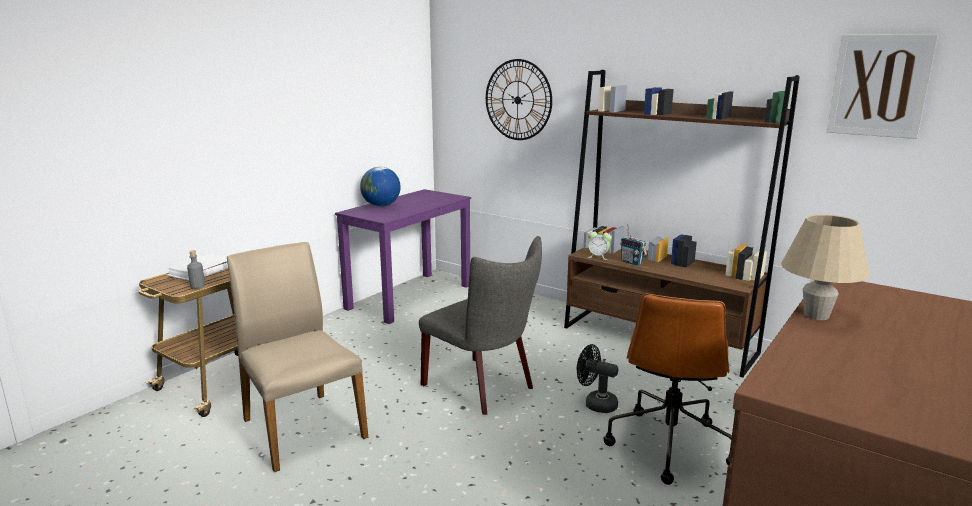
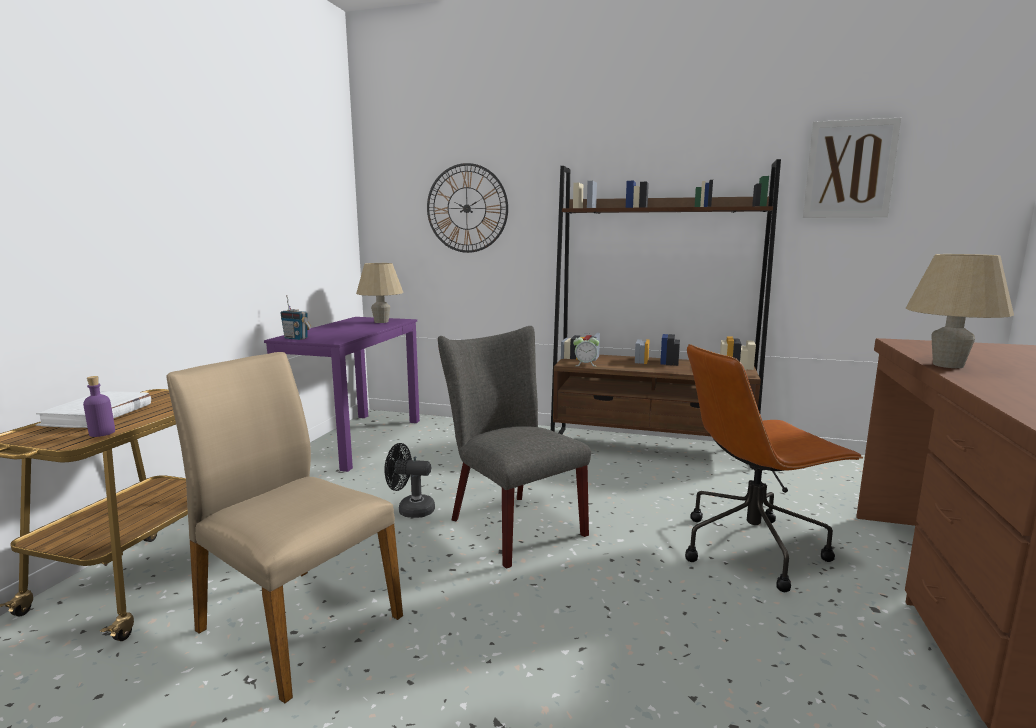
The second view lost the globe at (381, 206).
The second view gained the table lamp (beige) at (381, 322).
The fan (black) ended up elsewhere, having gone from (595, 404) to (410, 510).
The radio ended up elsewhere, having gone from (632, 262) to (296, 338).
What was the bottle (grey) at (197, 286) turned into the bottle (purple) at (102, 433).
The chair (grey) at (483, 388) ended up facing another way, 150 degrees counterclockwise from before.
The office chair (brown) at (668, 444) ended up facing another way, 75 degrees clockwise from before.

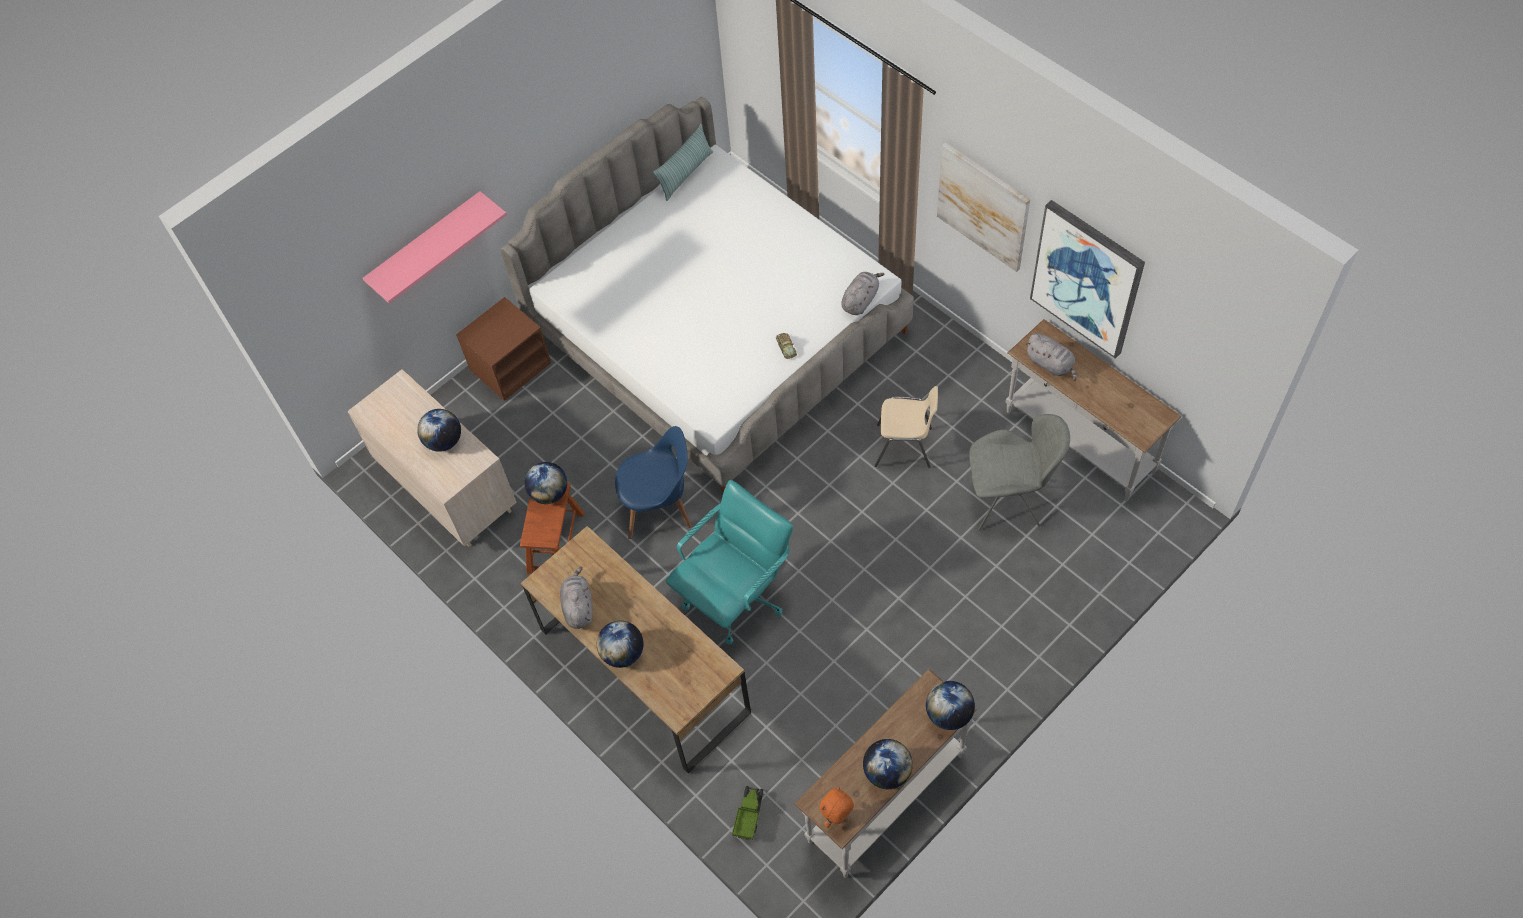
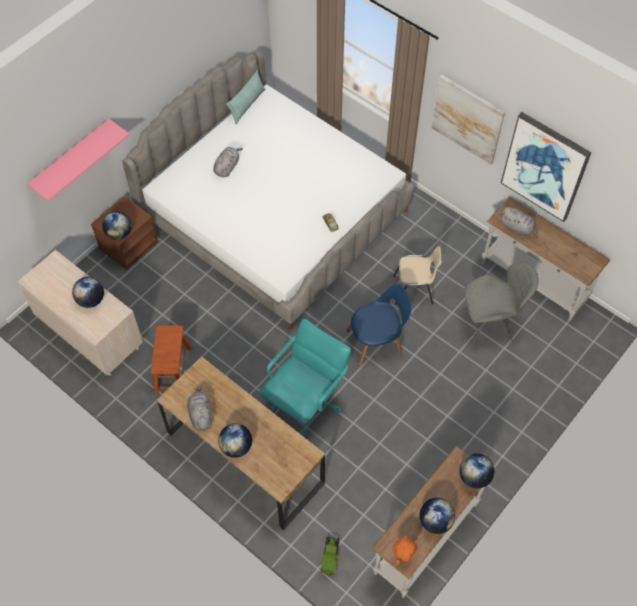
The globe ended up elsewhere, having gone from (549, 493) to (119, 234).
The chair (blue) ended up elsewhere, having gone from (659, 506) to (377, 342).
The plush toy (grey) ended up elsewhere, having gone from (860, 300) to (227, 167).

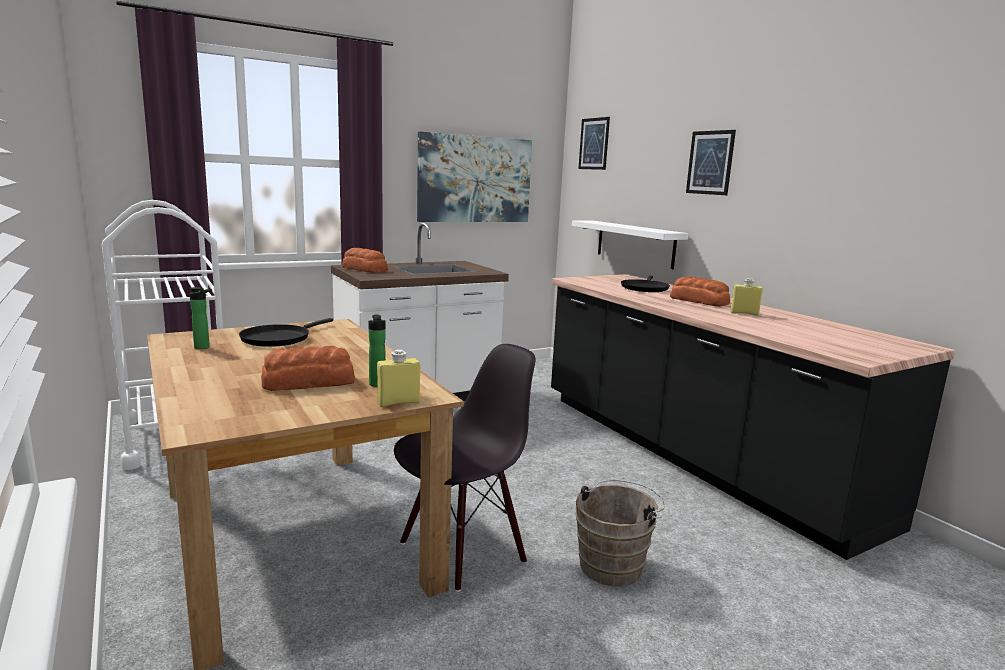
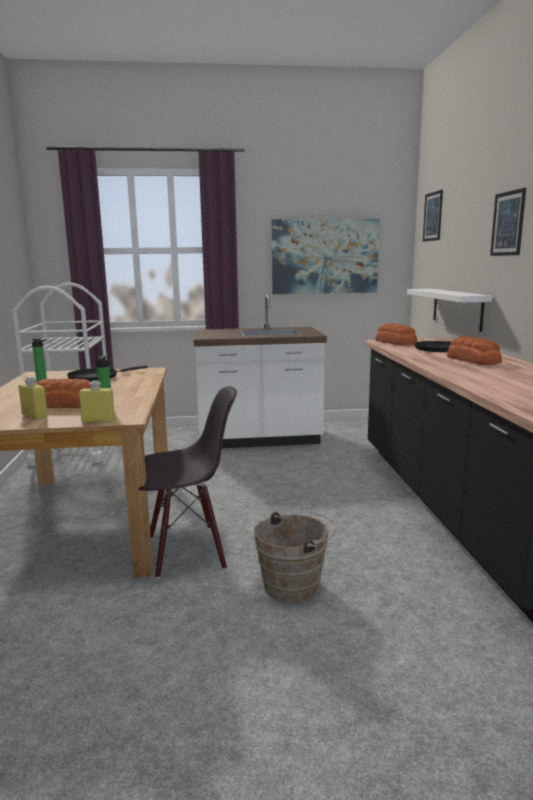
The bread ended up elsewhere, having gone from (365, 269) to (396, 343).
The bottle (yellow) ended up elsewhere, having gone from (744, 313) to (35, 416).

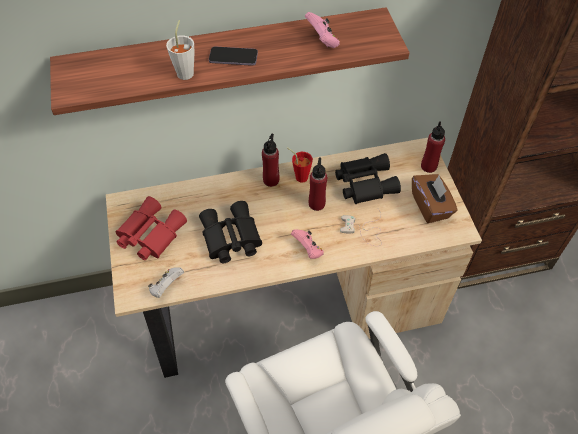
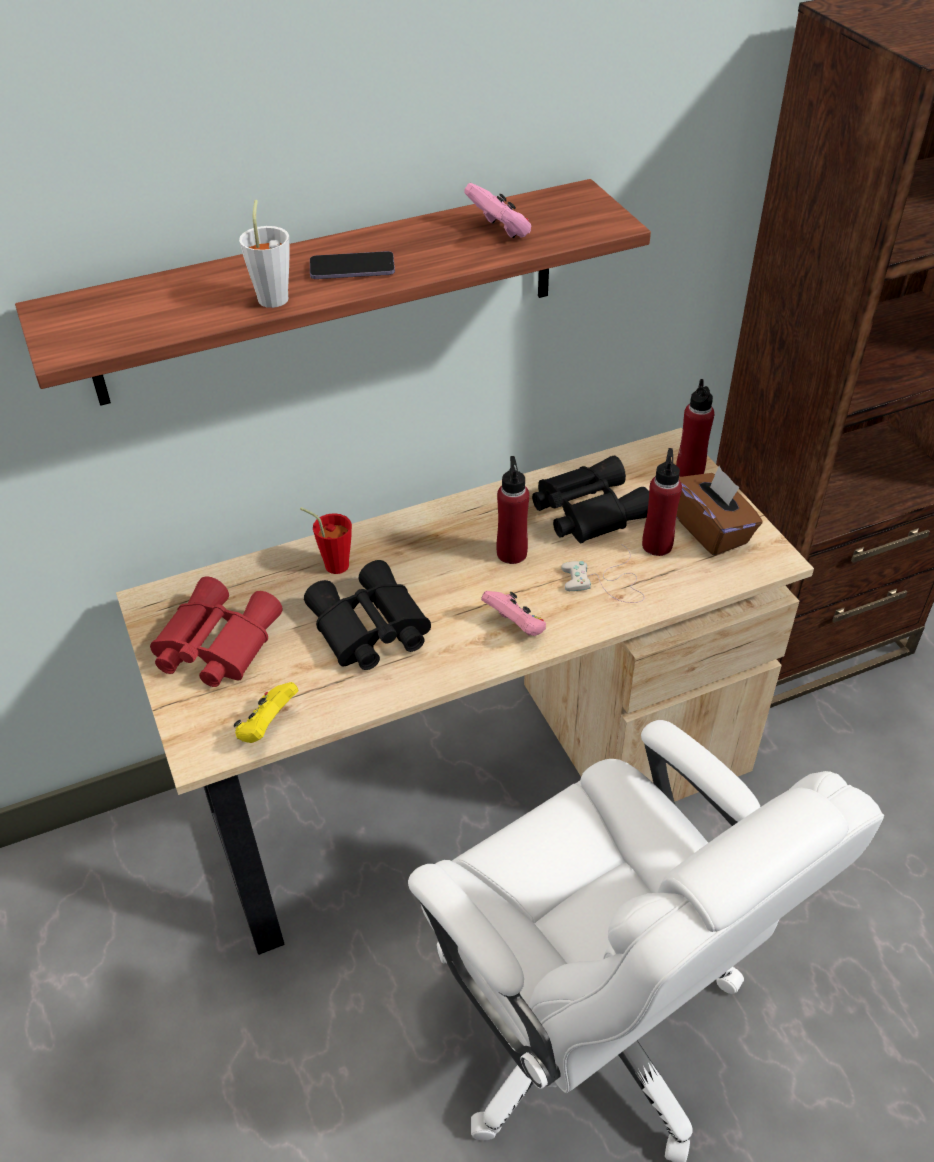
The bottle (red) ended up elsewhere, having gone from (271, 180) to (657, 545).
The cup (red) ended up elsewhere, having gone from (299, 175) to (332, 563).
What was the game controller (white) at (166, 287) turned into the game controller (yellow) at (267, 727).

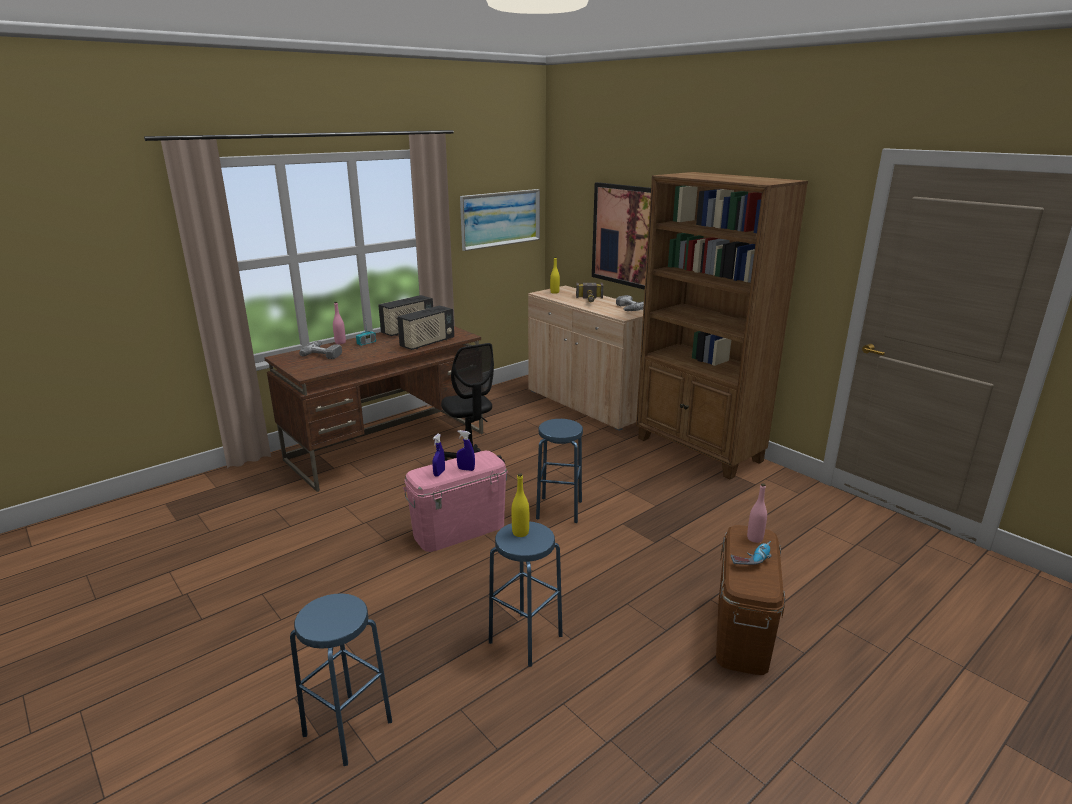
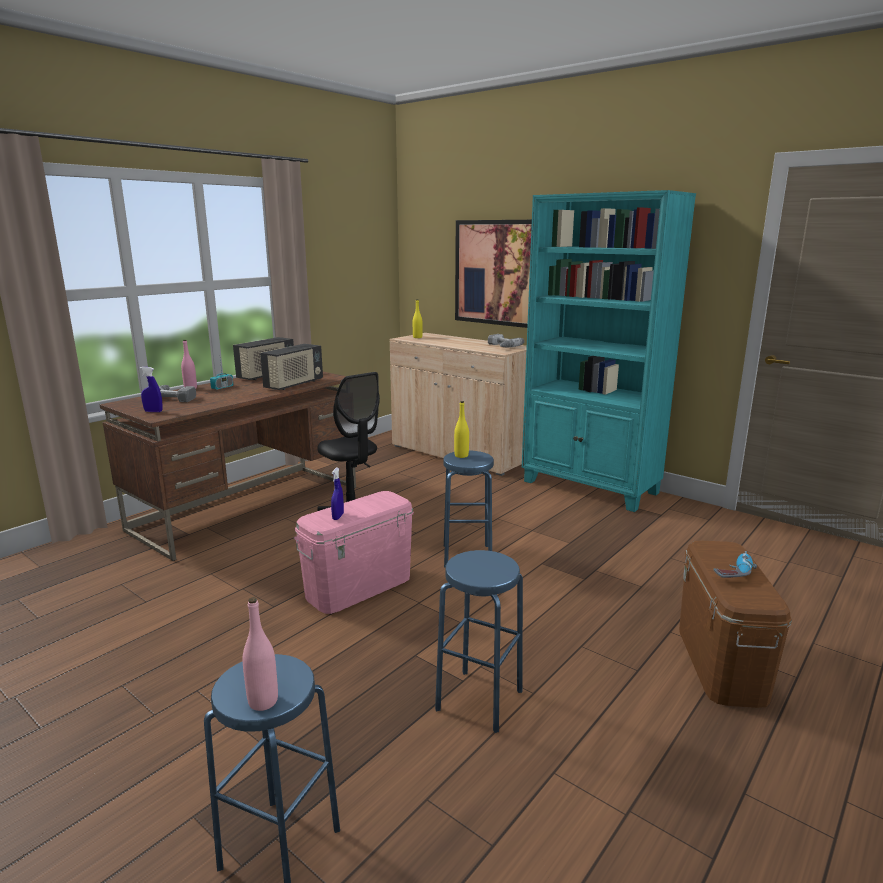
The second view lost the picture at (500, 218).
The second view lost the hammer at (590, 301).
The spray bottle (blue) ended up elsewhere, having gone from (466, 469) to (153, 411).
The bottle (yellow) ended up elsewhere, having gone from (520, 533) to (461, 455).
The bottle (pink) ended up elsewhere, having gone from (755, 538) to (263, 701).
What was the bookcase (brown) at (698, 450) turned into the bookcase (turquoise) at (590, 488).

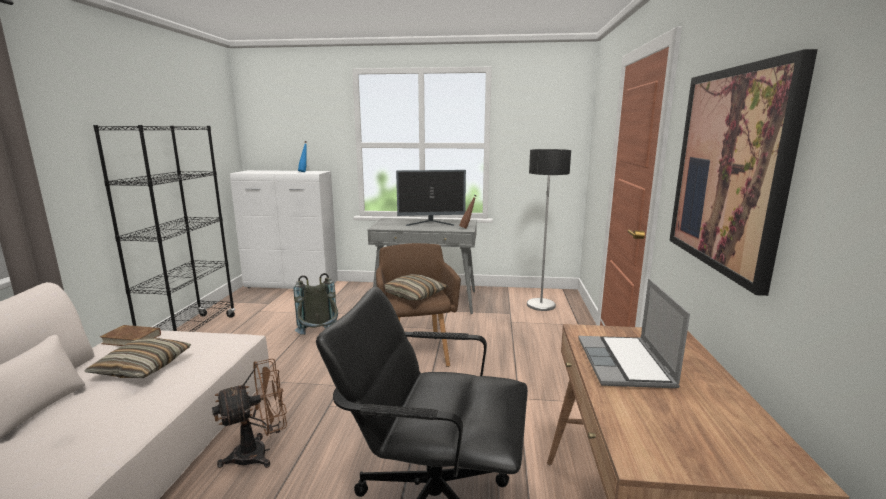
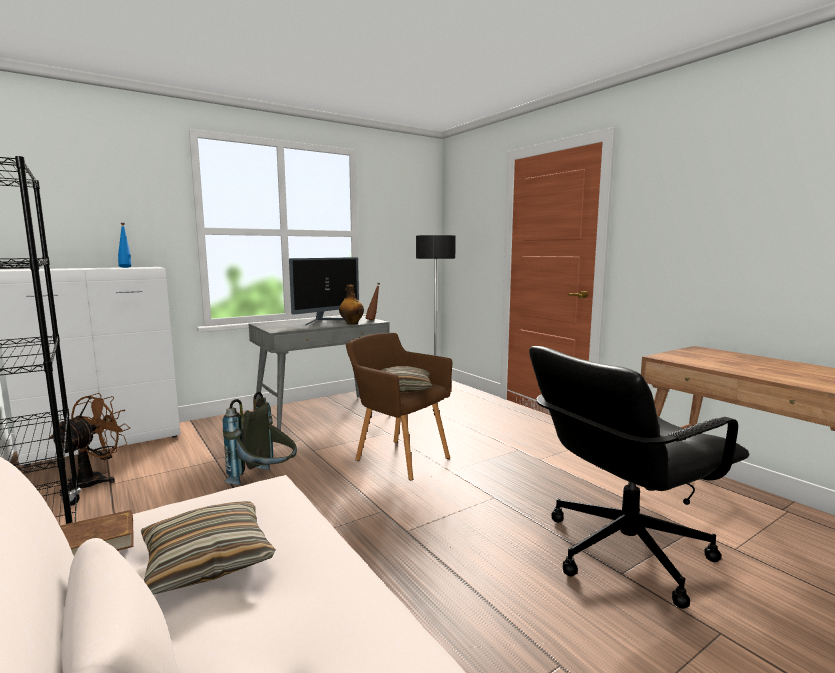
The second view lost the laptop at (626, 364).
The second view lost the picture at (729, 170).
The second view gained the bottle at (351, 323).
The fan (brown) ended up elsewhere, having gone from (259, 453) to (94, 480).

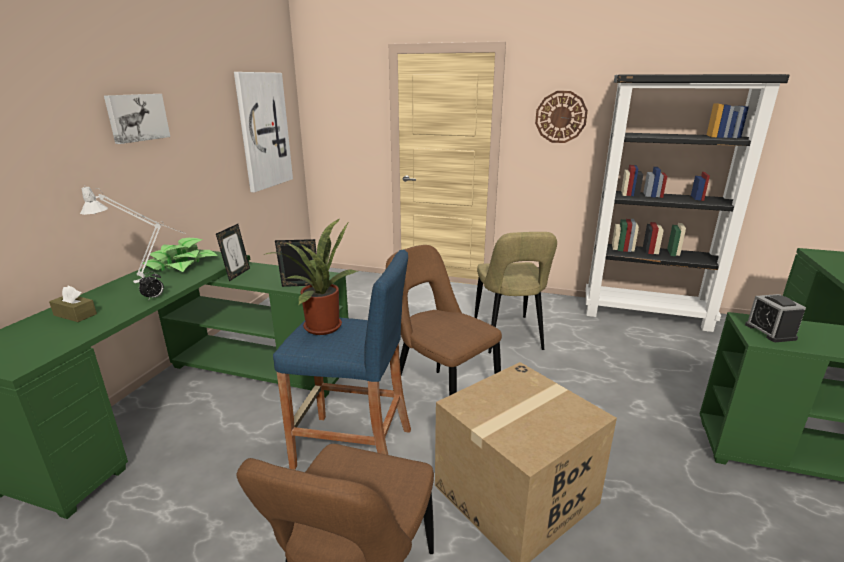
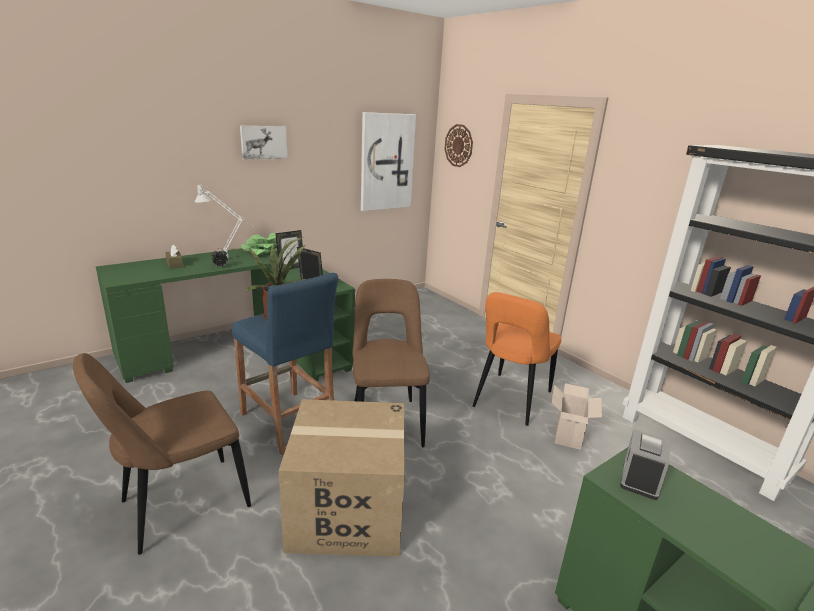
The second view gained the cardboard box at (569, 437).
The wall clock ended up elsewhere, having gone from (561, 117) to (458, 145).
What was the chair (beige) at (508, 336) turned into the chair (orange) at (510, 401).

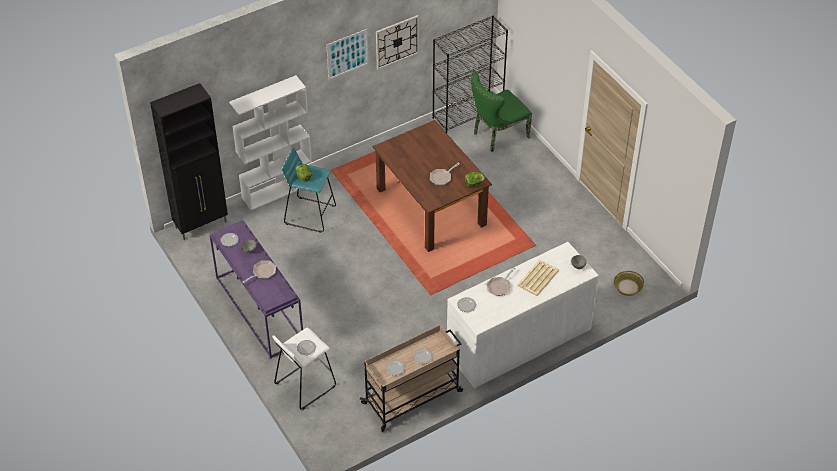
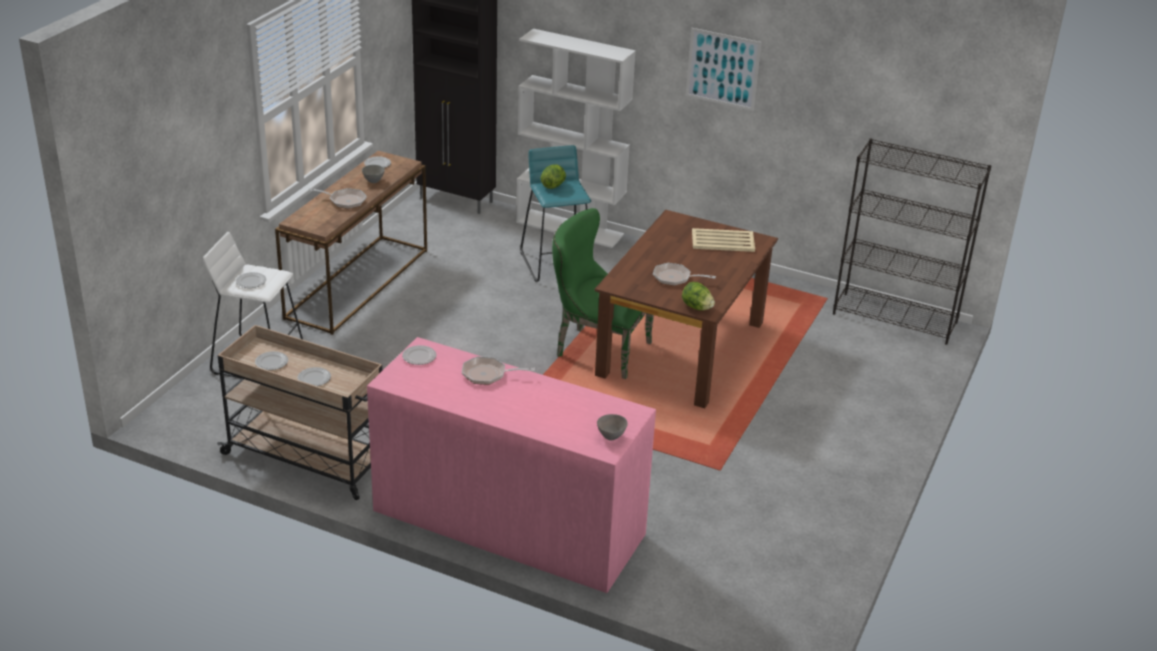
The second view lost the wall clock at (397, 41).
The second view lost the basket at (627, 287).
The chair (green) ended up elsewhere, having gone from (497, 135) to (596, 350).
The tray (beige) ended up elsewhere, having gone from (537, 278) to (722, 241).
What was the console table (purple) at (258, 309) turned into the console table (brown) at (357, 283).
What was the dresser (white) at (518, 340) turned into the dresser (pink) at (508, 522).

